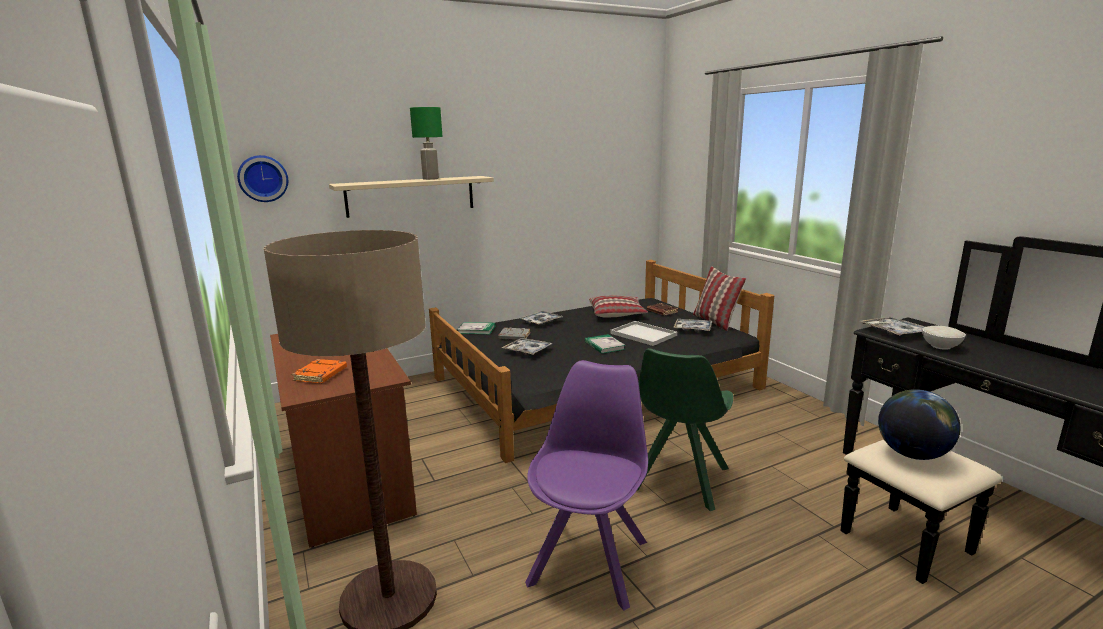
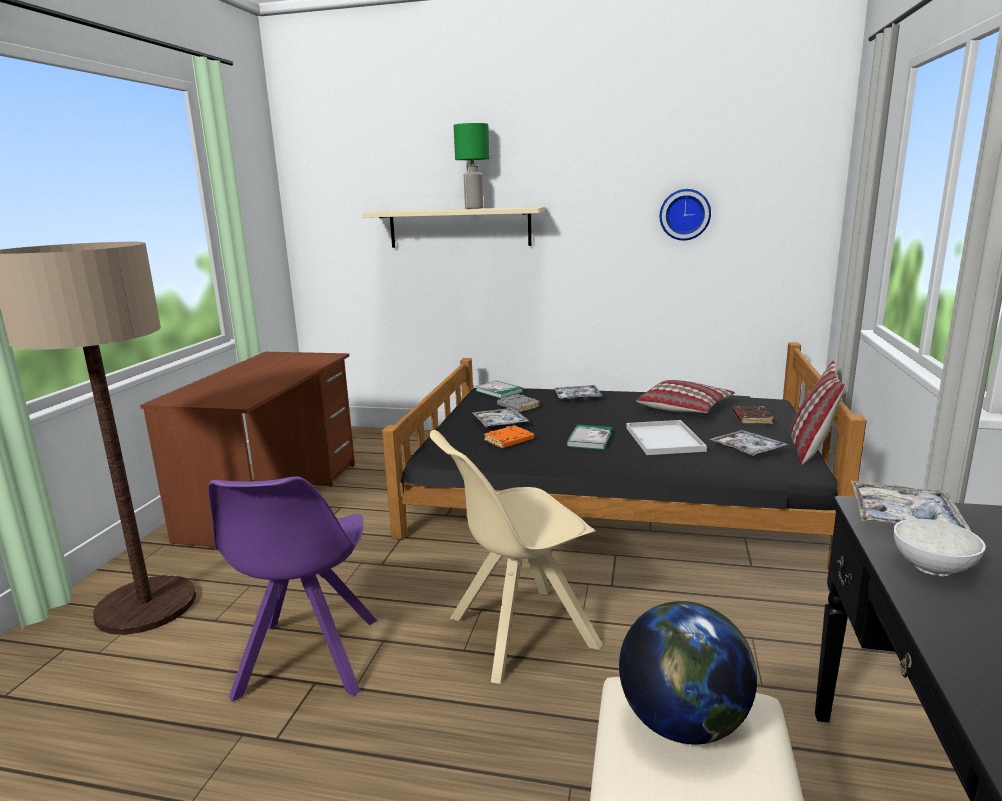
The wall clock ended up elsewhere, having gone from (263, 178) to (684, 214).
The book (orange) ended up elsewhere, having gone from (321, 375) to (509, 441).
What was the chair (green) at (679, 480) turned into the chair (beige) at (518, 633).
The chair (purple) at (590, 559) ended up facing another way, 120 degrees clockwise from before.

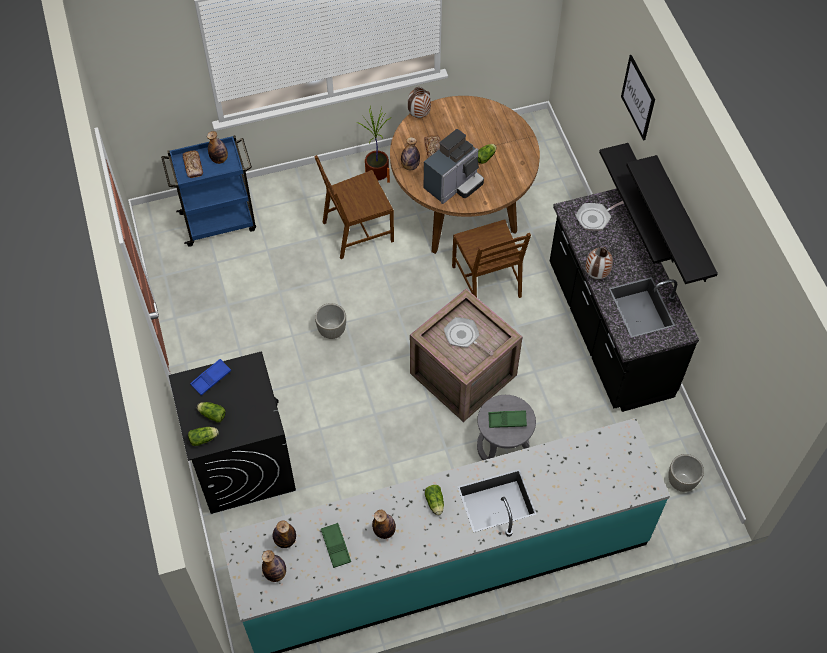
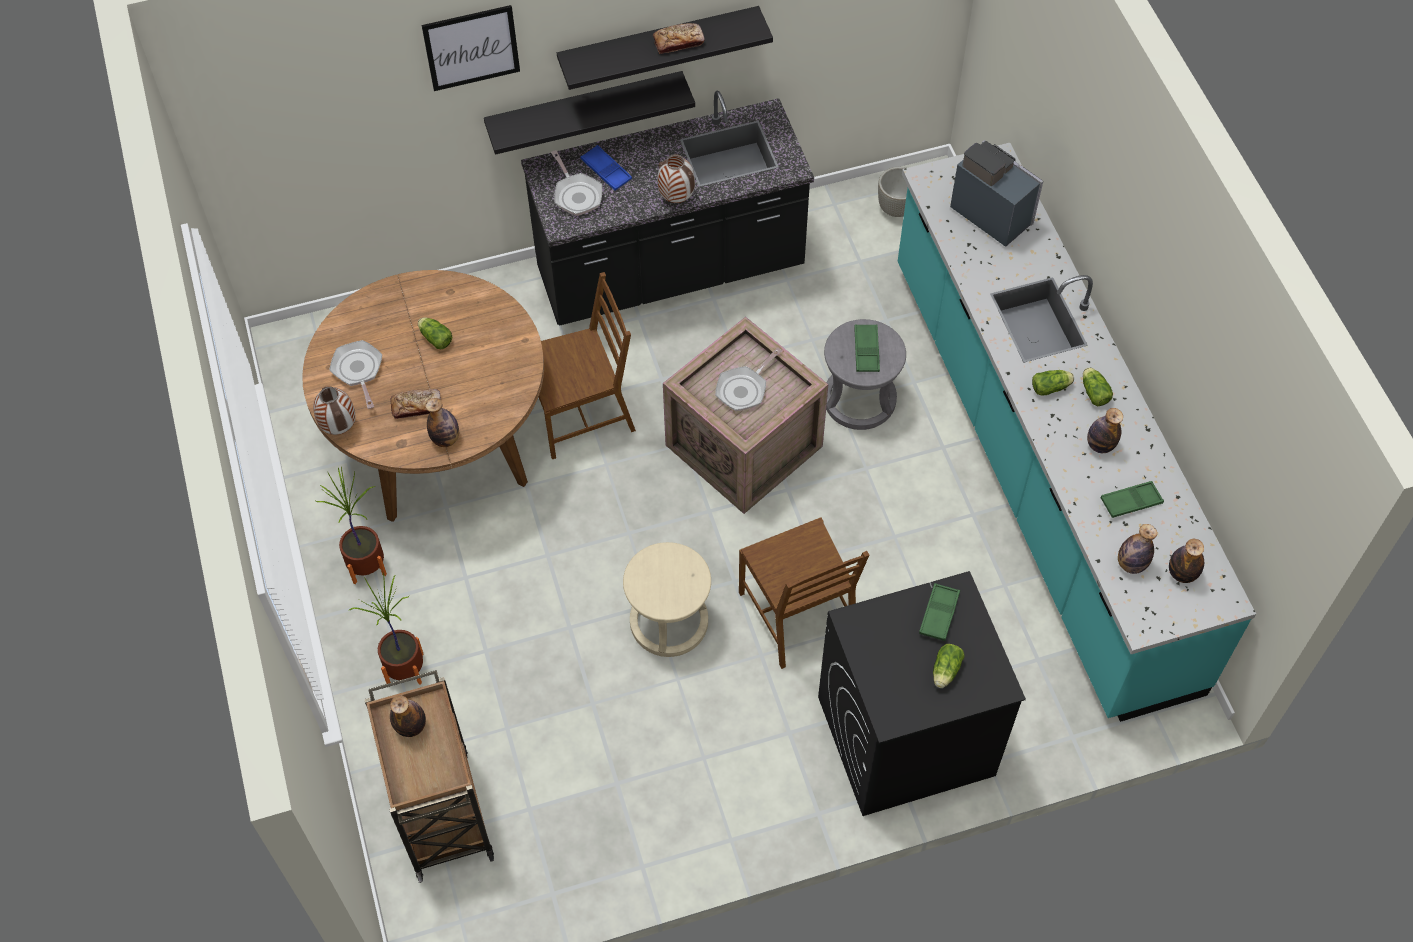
The second view gained the frying pan at (358, 371).
The second view gained the potted plant at (404, 669).
The second view gained the tray (green) at (939, 614).
The bread ended up elsewhere, having gone from (193, 166) to (678, 42).
The lettuce ended up elsewhere, having gone from (204, 438) to (1093, 391).
The tray (blue) ended up elsewhere, having gone from (211, 378) to (606, 171).
The chair (brown) ended up elsewhere, having gone from (357, 231) to (799, 615).
The coffee machine ended up elsewhere, having gone from (454, 184) to (991, 212).
Where the planter (grey) stood at (331, 330), the stool (beige) came to stand at (669, 622).
What was the cart (blue) at (219, 221) turned into the cart (brown) at (441, 810).

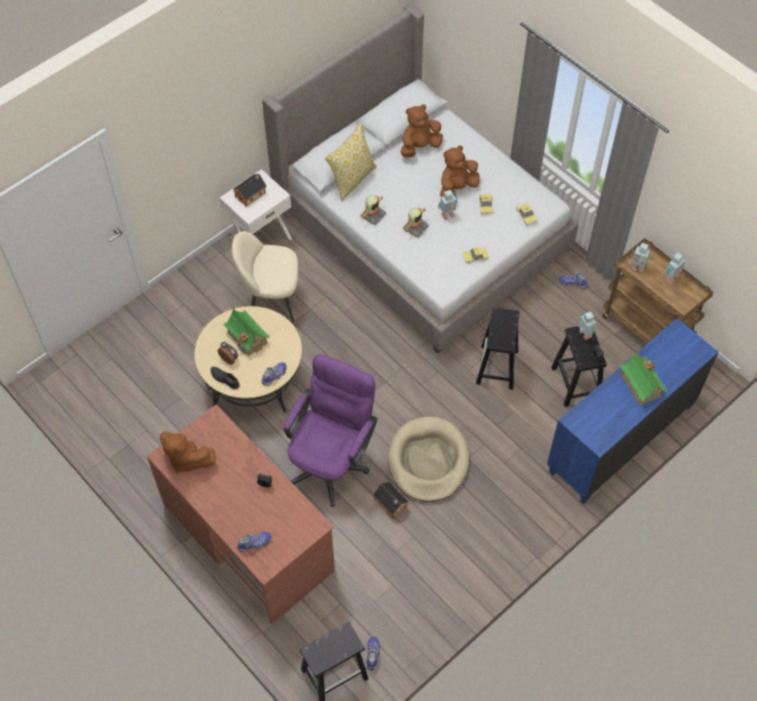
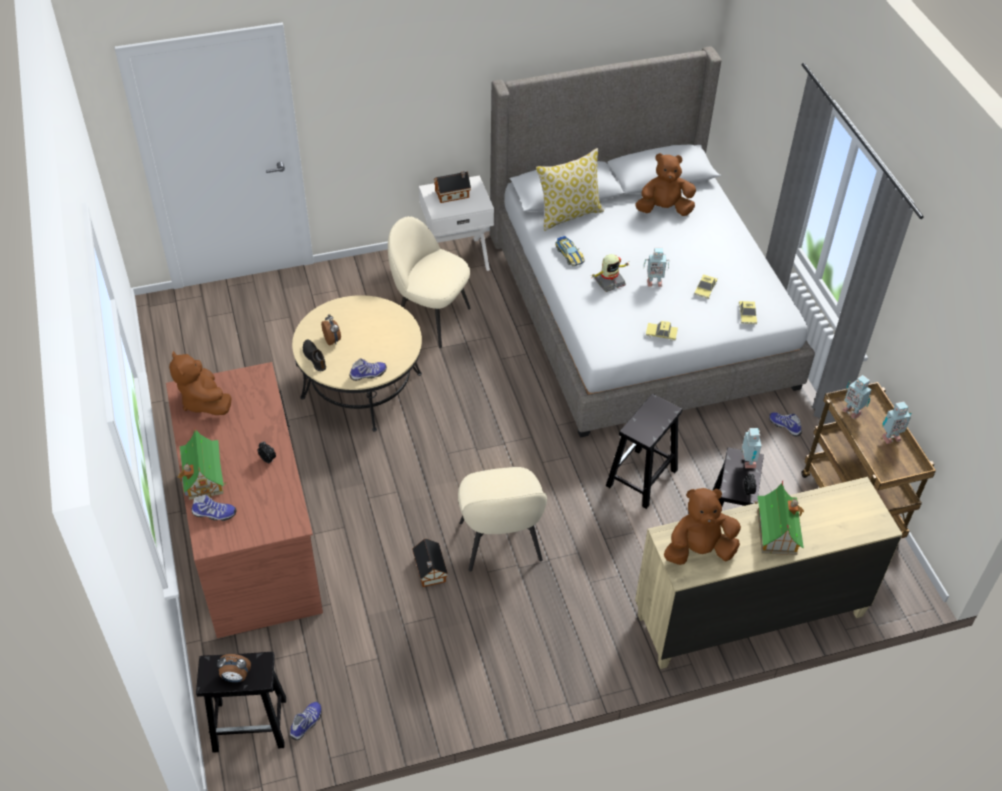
The second view lost the office chair (purple) at (331, 460).
The second view gained the alarm clock at (235, 677).
The toy house ended up elsewhere, having gone from (247, 337) to (204, 477).
The plush toy (brown) ended up elsewhere, having gone from (457, 188) to (699, 550).
Where the toy robot stood at (372, 215), the toy car came to stand at (569, 254).
Where the dog bed (beige) stood at (428, 461), the chair (beige) came to stand at (500, 544).
What was the dresser (blue) at (620, 438) turned into the dresser (beige) at (748, 615).

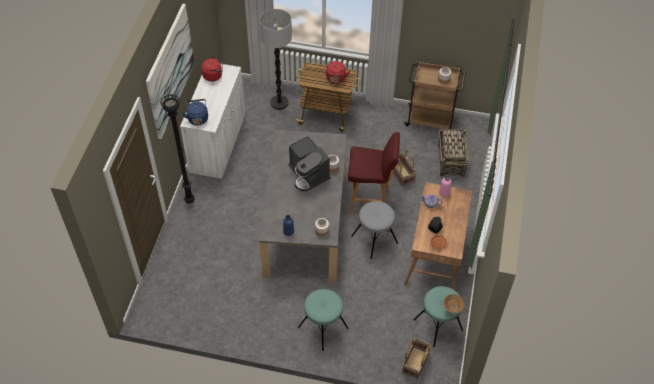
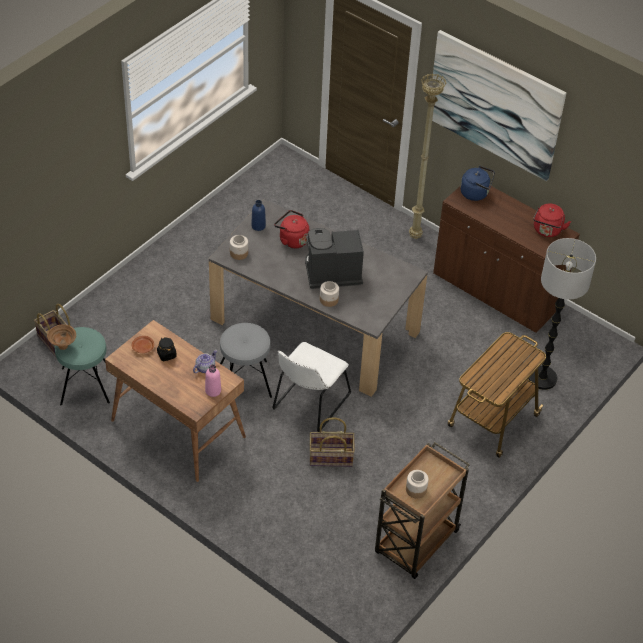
The second view lost the stool (turquoise) at (323, 327).
The second view lost the basket at (450, 161).
The kettle (red) ended up elsewhere, having gone from (335, 79) to (292, 240).
Where the stool (red) stood at (370, 200), the chair (white) came to stand at (309, 403).
What was the floor lamp (black) at (189, 201) turned into the floor lamp (beige) at (415, 236).
What was the cabinet (white) at (218, 144) turned into the cabinet (brown) at (497, 290).

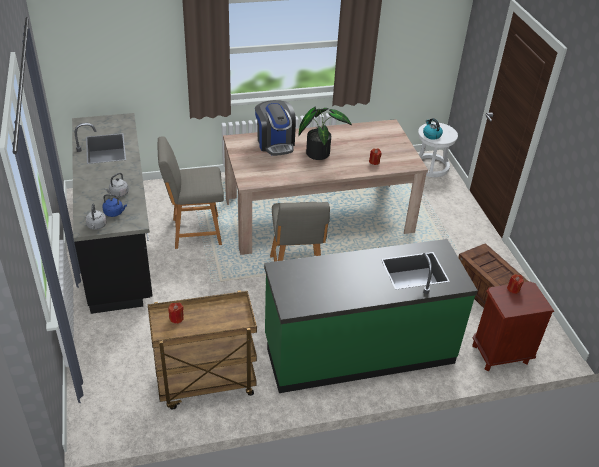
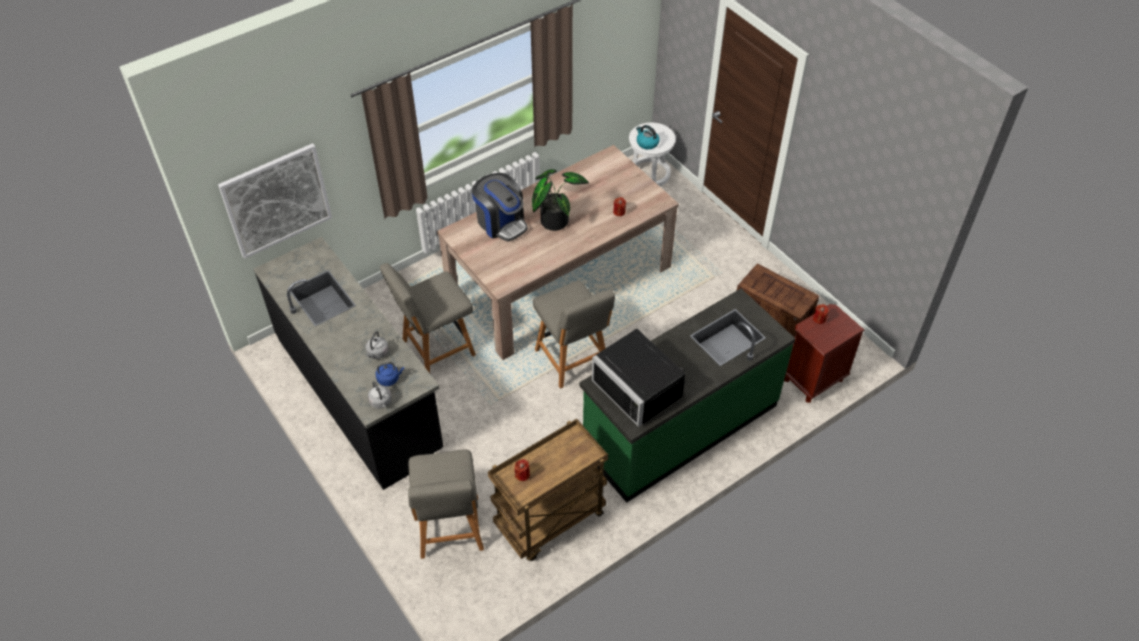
The second view gained the picture at (276, 200).
The second view gained the chair (grey) at (450, 530).
The second view gained the microwave (black) at (641, 387).

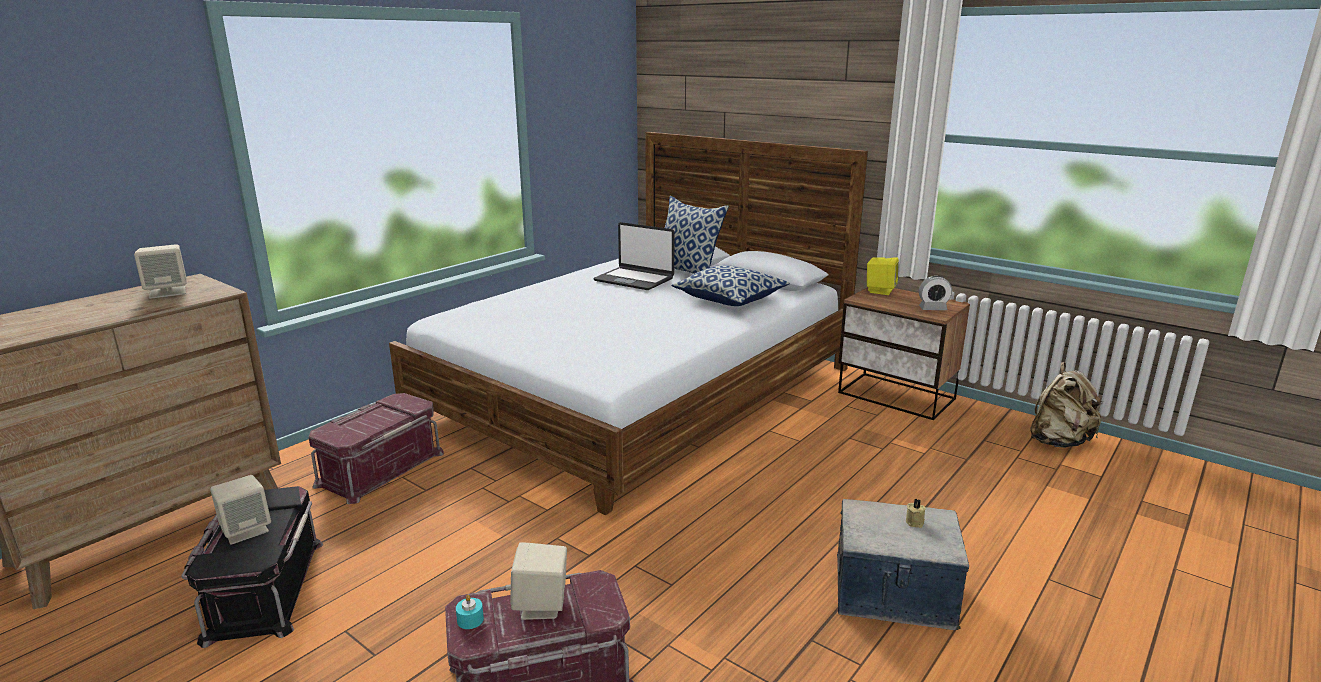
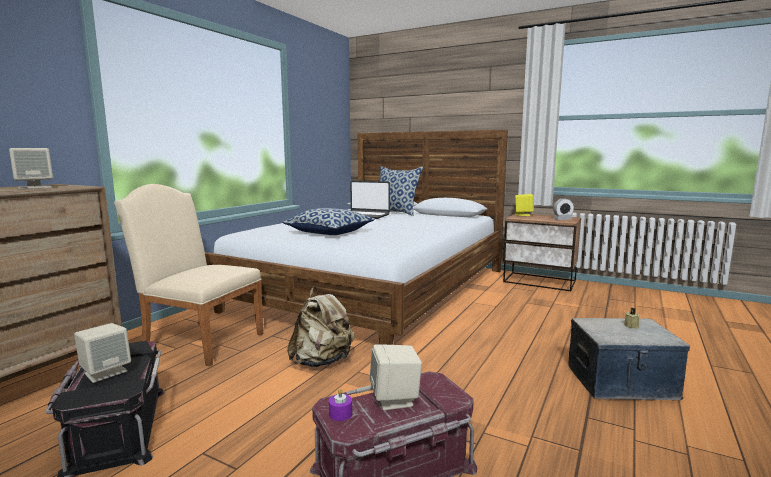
The pillow ended up elsewhere, having gone from (730, 299) to (330, 233).
The backpack (beige) ended up elsewhere, having gone from (1058, 442) to (322, 362).
Where the storage box (red) stood at (379, 468), the chair (beige) came to stand at (199, 340).
What was the candle (turquoise) at (470, 620) turned into the candle (purple) at (340, 414).

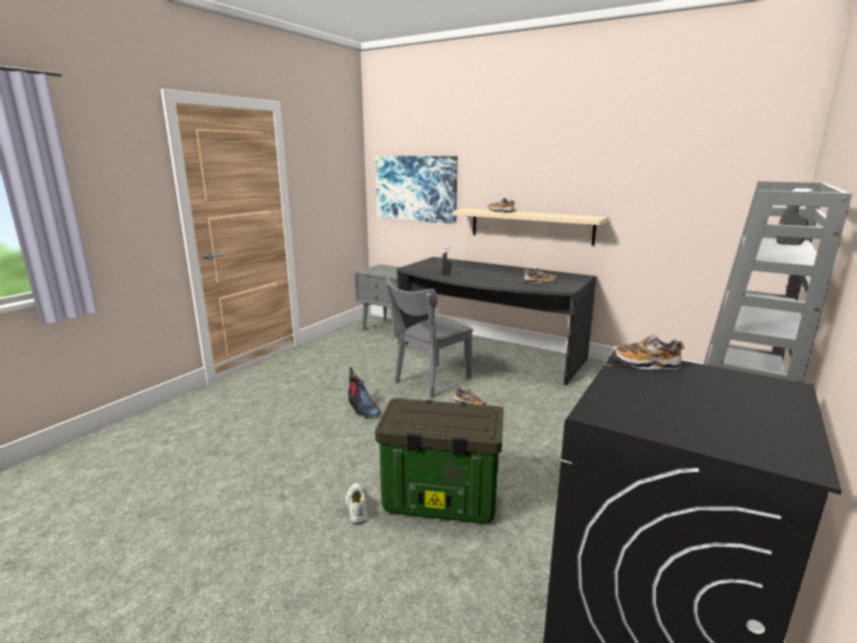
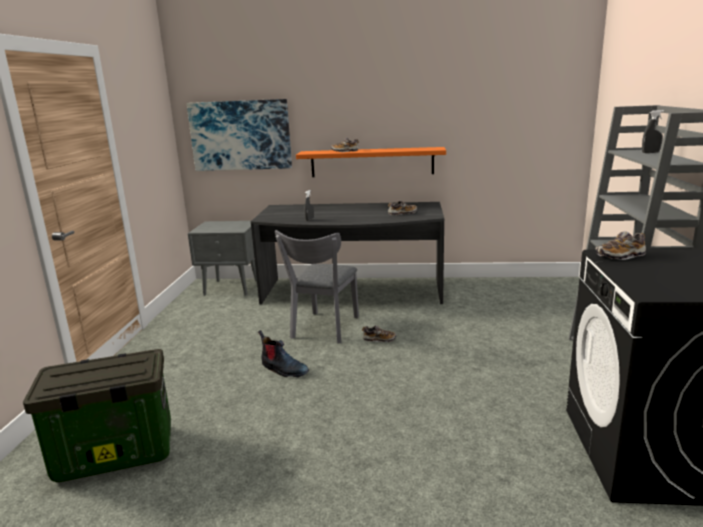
The second view lost the shoe (white) at (356, 507).
The storage box ended up elsewhere, having gone from (439, 500) to (113, 454).
What was the shelf (beige) at (531, 226) turned into the shelf (orange) at (372, 162).

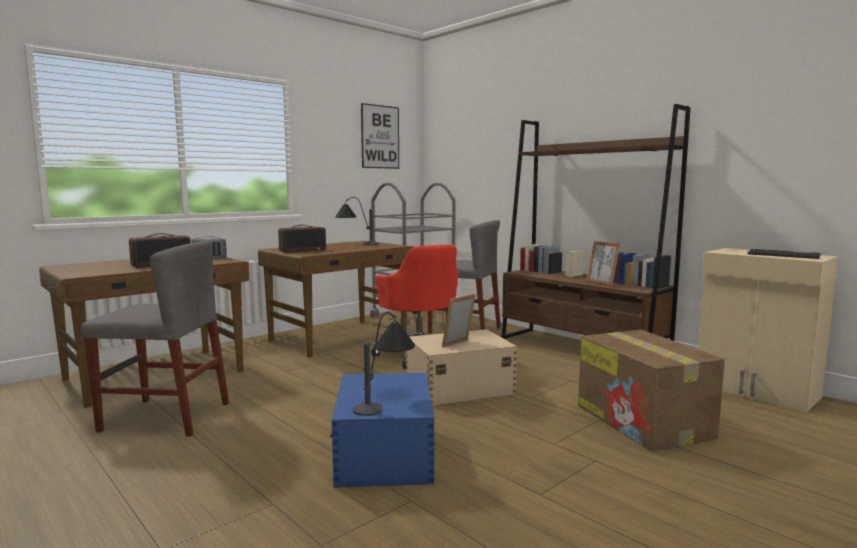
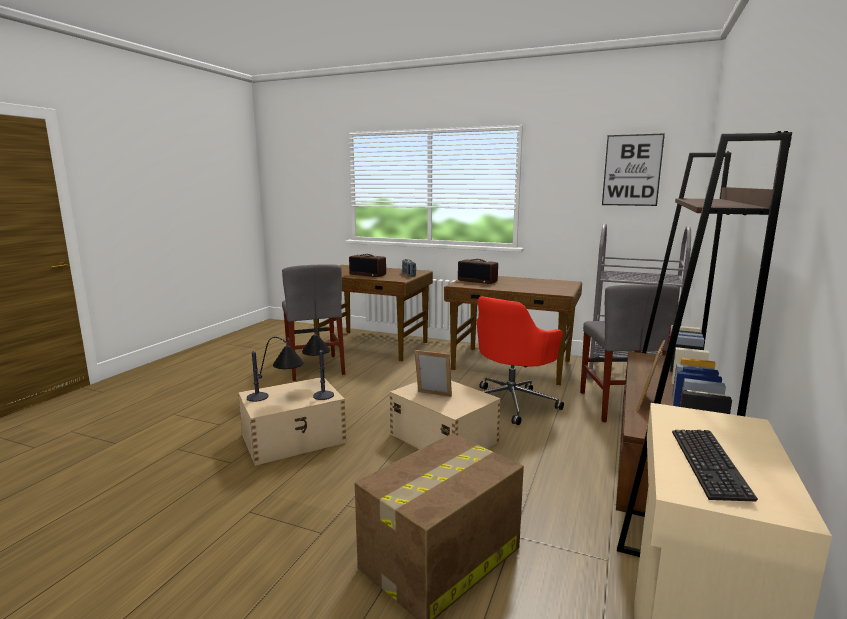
The table lamp ended up elsewhere, having gone from (355, 244) to (319, 388).
What was the storage box (blue) at (385, 453) turned into the storage box (beige) at (294, 438).

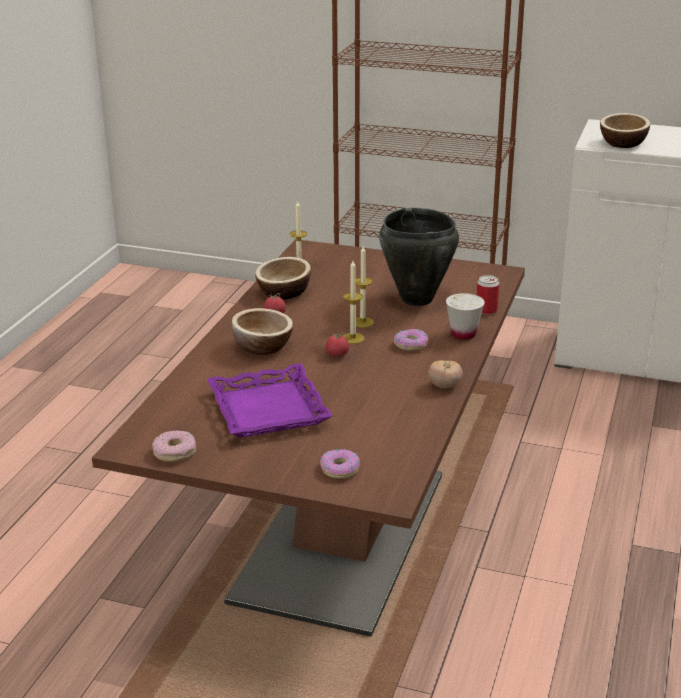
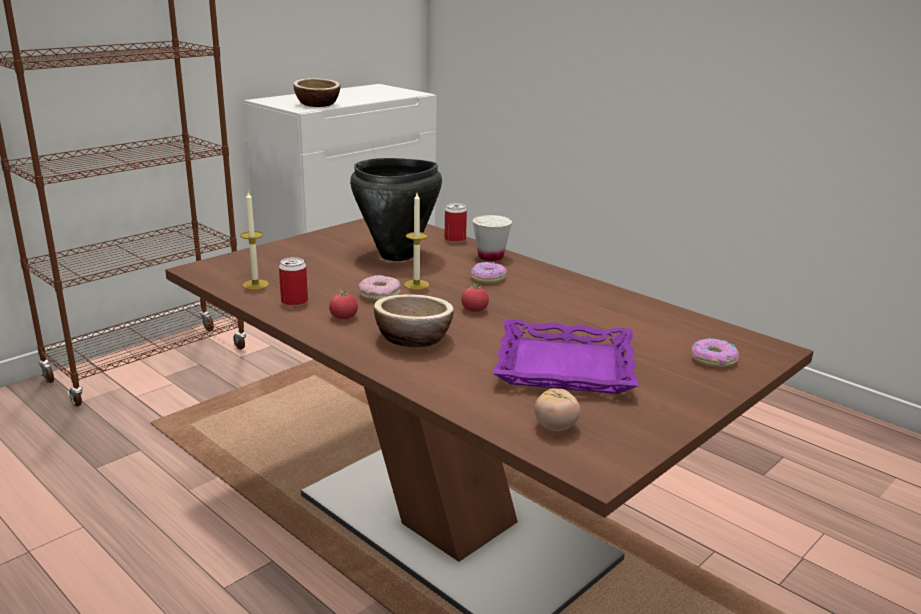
The second view lost the candle at (353, 338).
The donut ended up elsewhere, having gone from (175, 452) to (380, 295).
The tomato ended up elsewhere, having gone from (444, 386) to (555, 427).
Where the bowl stood at (284, 292), the can came to stand at (294, 302).

